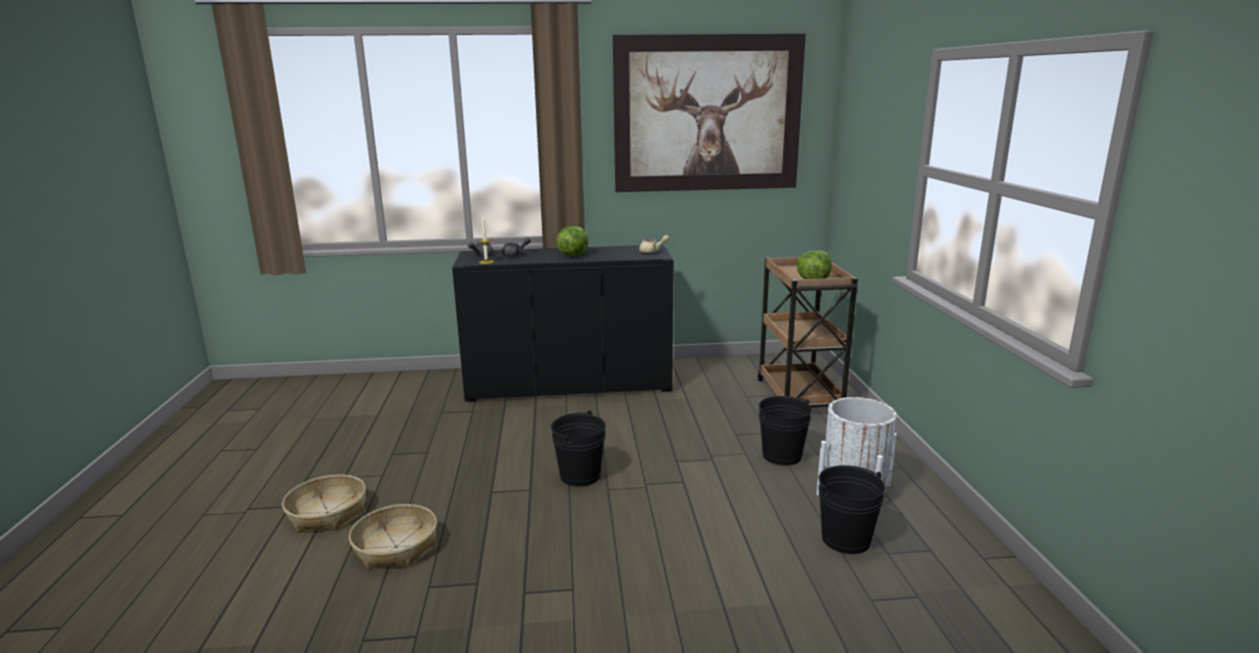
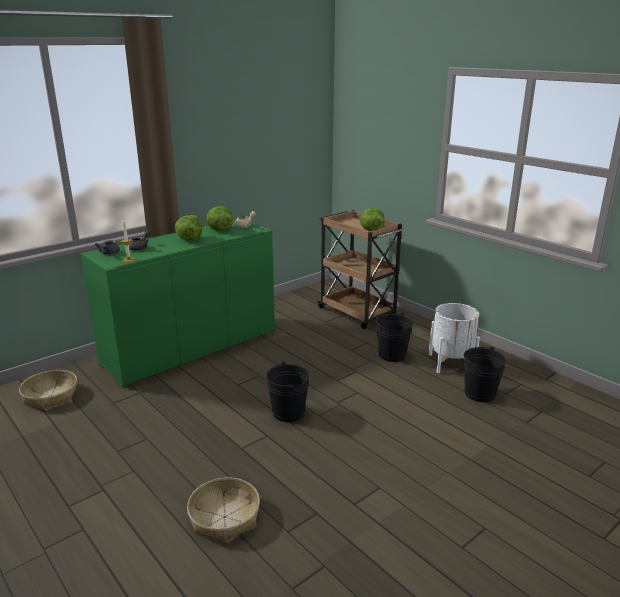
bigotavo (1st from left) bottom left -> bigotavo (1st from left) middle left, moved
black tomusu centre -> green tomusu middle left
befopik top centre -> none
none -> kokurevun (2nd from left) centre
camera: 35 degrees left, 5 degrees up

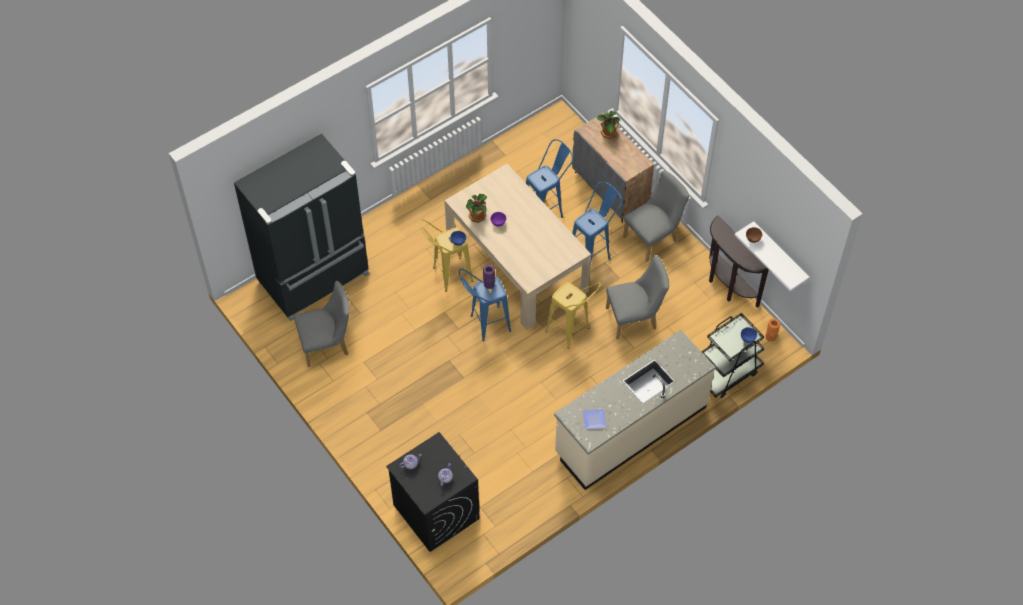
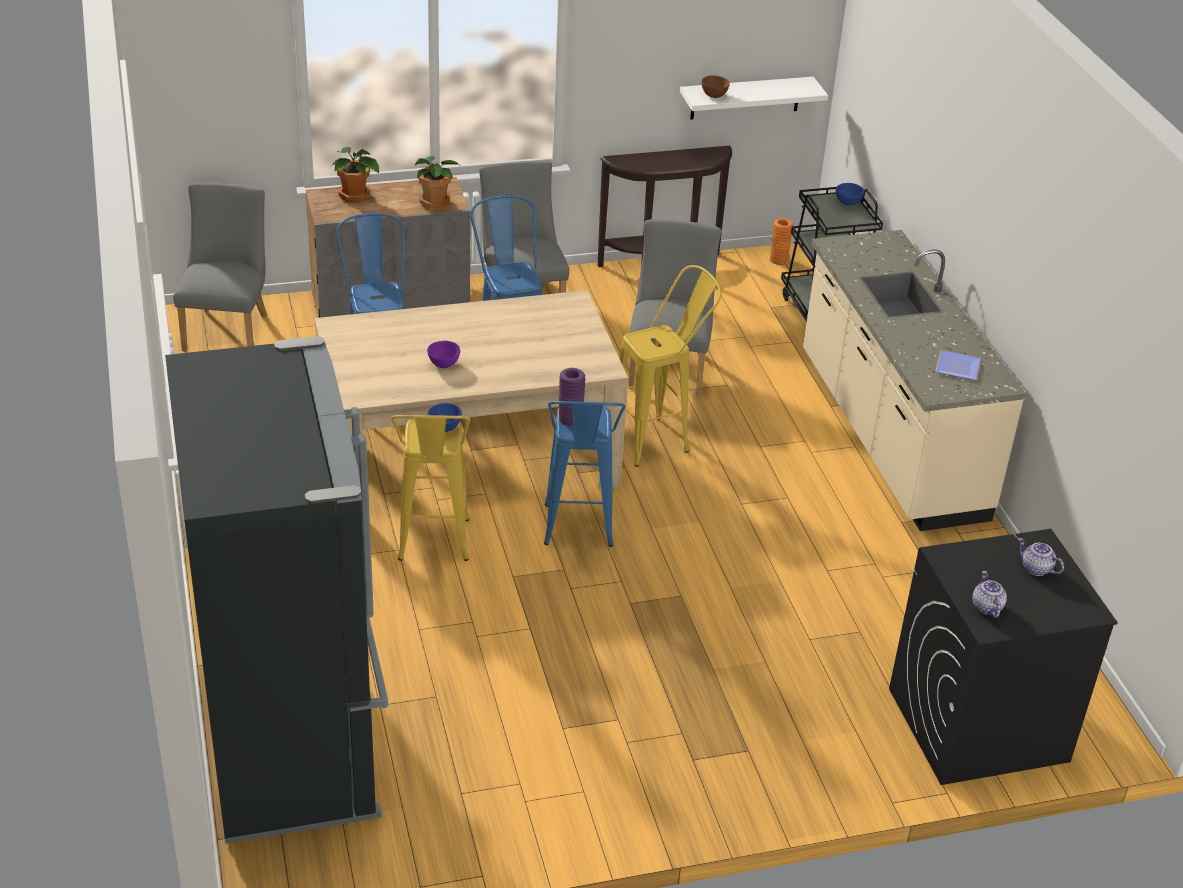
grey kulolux (1st from left) middle left -> grey kulolux (1st from left) top left, moved
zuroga (1st from left in the first image) centre -> zuroga (2nd from left) top centre, moved
camera: 70 degrees left, 20 degrees down

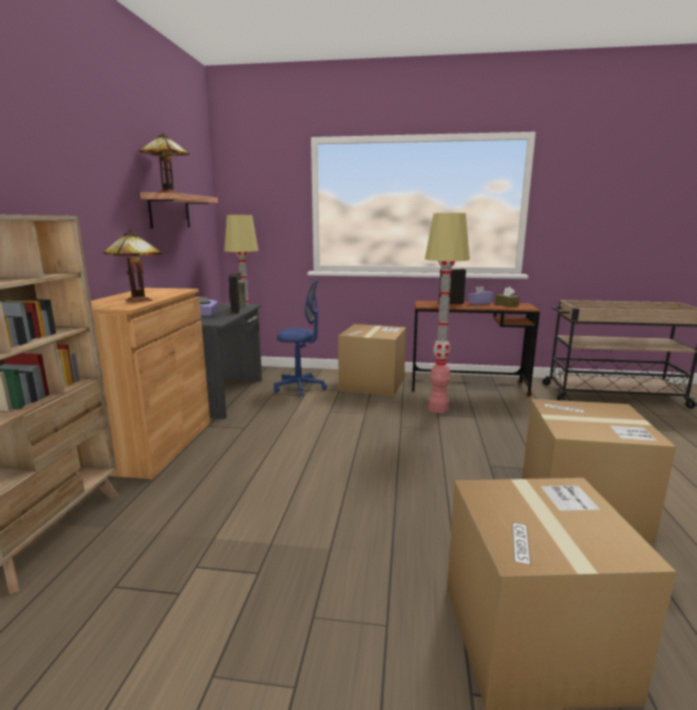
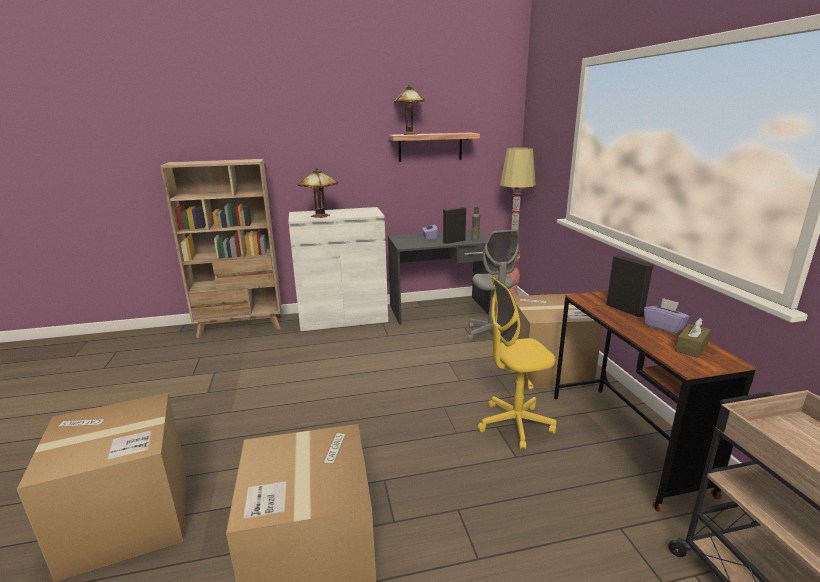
brown tomusu middle left -> white tomusu centre
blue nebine centre -> grey nebine centre
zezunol (2nd from left) centre -> yellow nebine centre
camera: 70 degrees right, 5 degrees up

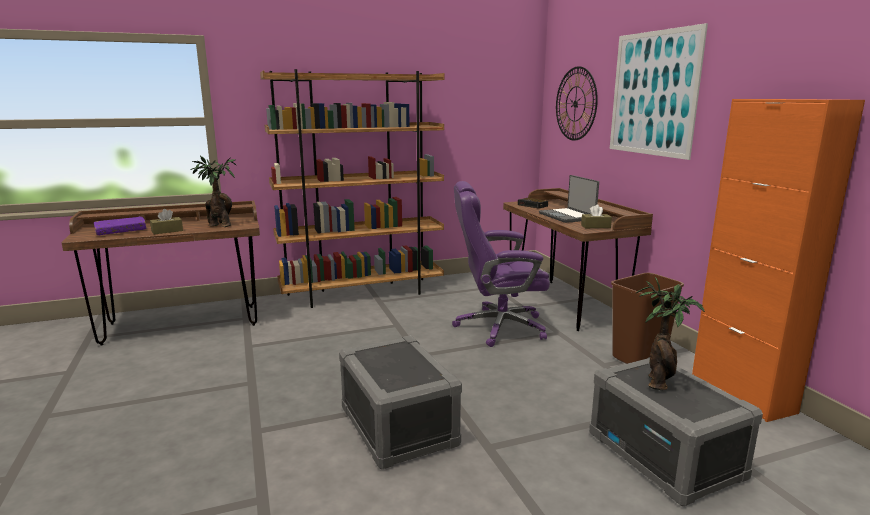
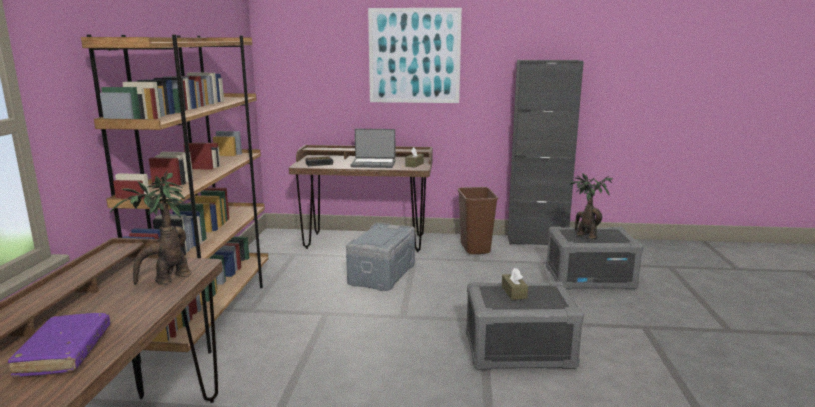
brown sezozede (1st from left in the first image) middle left -> brown sezozede (2nd from left) bottom centre, moved
purple nebine centre -> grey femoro (1st from left) centre
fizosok top centre -> none
orange tomusu middle right -> black tomusu middle right
camera: 65 degrees left, 0 degrees up

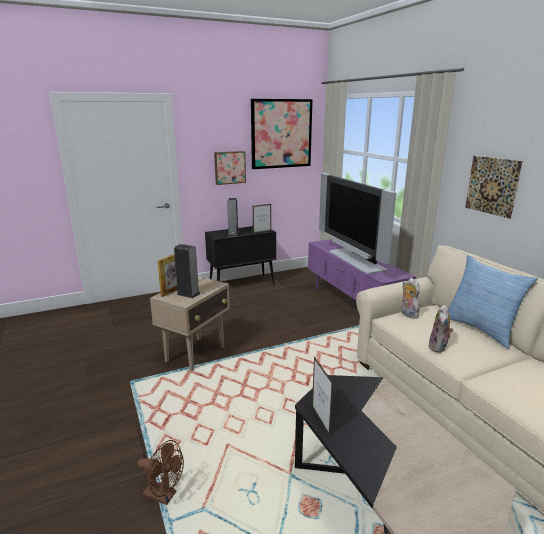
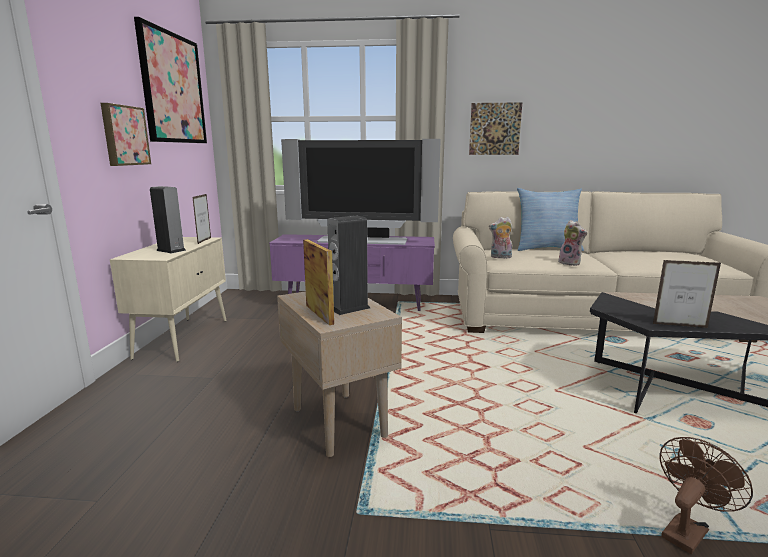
black tomusu centre -> beige tomusu middle left
camera: 60 degrees left, 5 degrees down

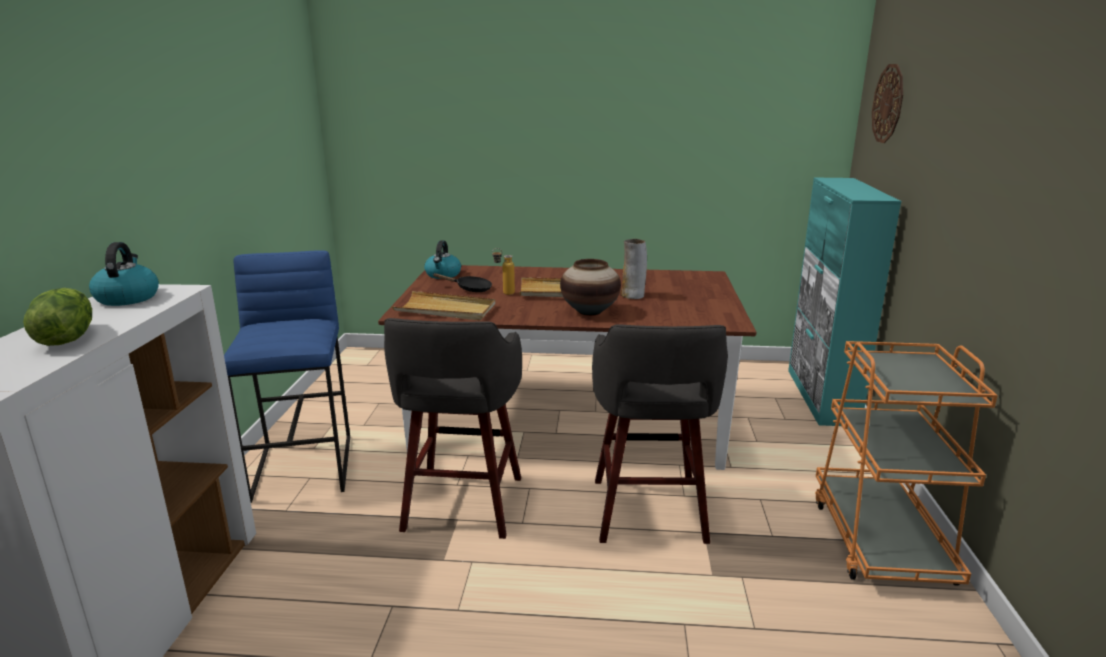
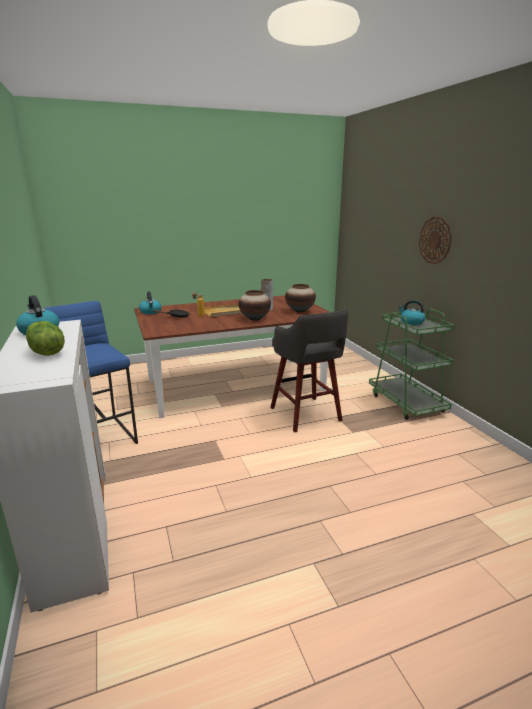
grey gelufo (1st from left) centre -> none
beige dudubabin (1st from left) centre -> none
turquoise tomusu middle right -> none
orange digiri bottom right -> green digiri middle right
fizosok top right -> fizosok middle right, moved
none -> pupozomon (3rd from left) centre
none -> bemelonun (3rd from left) middle right
camera: 25 degrees left, 0 degrees up

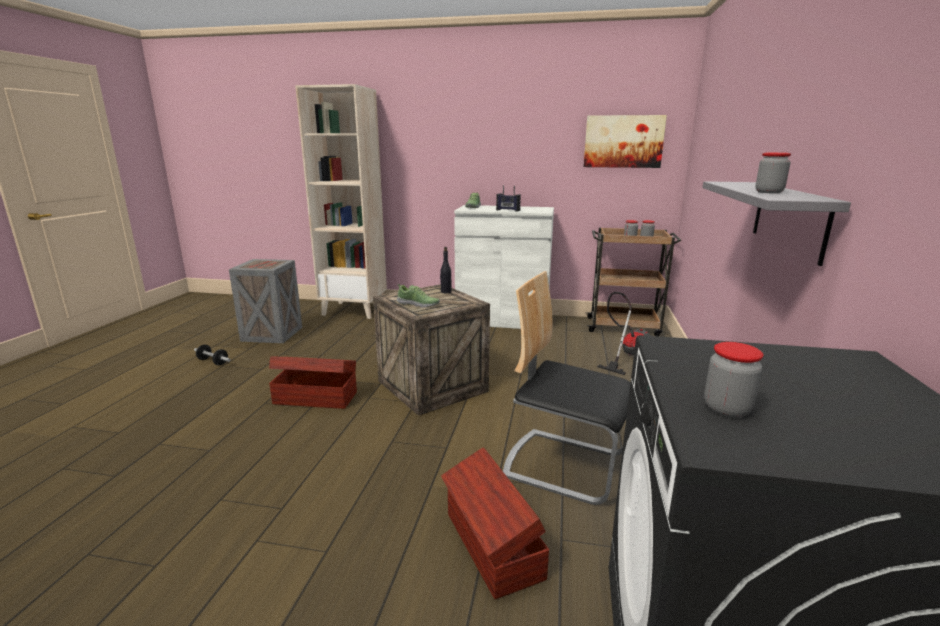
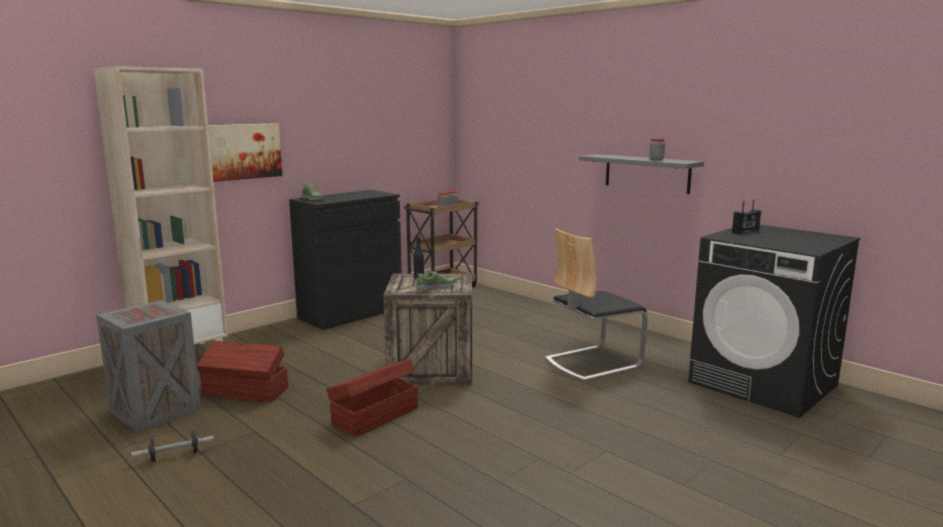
brown femoro (2nd from left in the first image) bottom centre -> brown femoro (1st from left) bottom left, moved
white tomusu centre -> black tomusu centre
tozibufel top centre -> tozibufel middle right, moved
befopik top centre -> befopik top left, moved
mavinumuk centre -> none
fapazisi (3rd from left) middle right -> none
camera: 55 degrees left, 5 degrees down

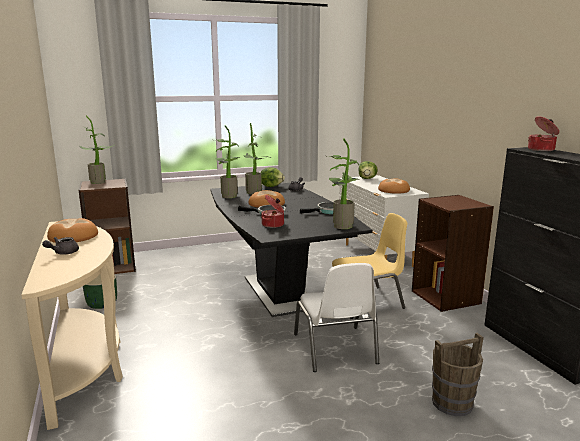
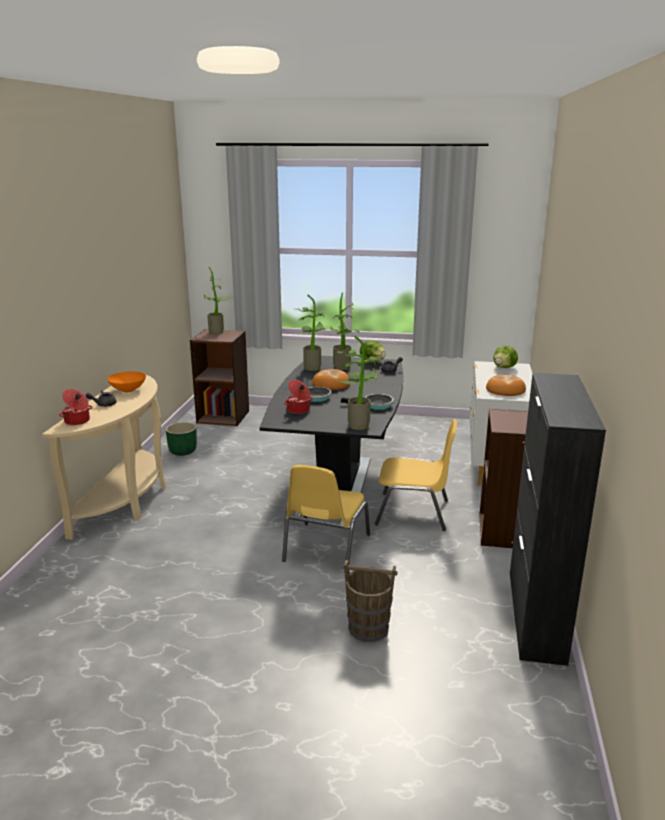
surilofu (1st from left) middle left -> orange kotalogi middle left
white kulolux bottom centre -> yellow kulolux (1st from left) centre
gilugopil (2nd from left in the first image) top right -> gilugopil (1st from left) middle left, moved
camera: 30 degrees right, 5 degrees up

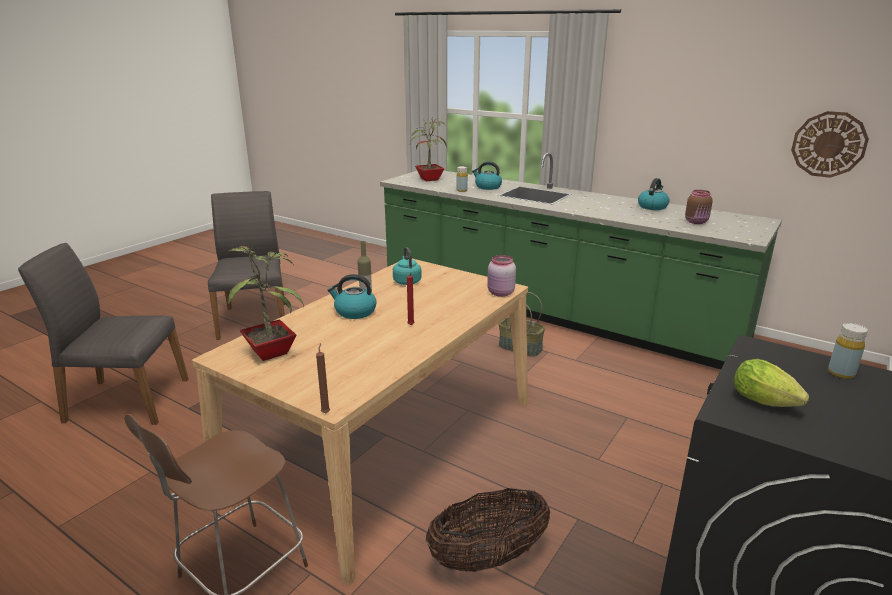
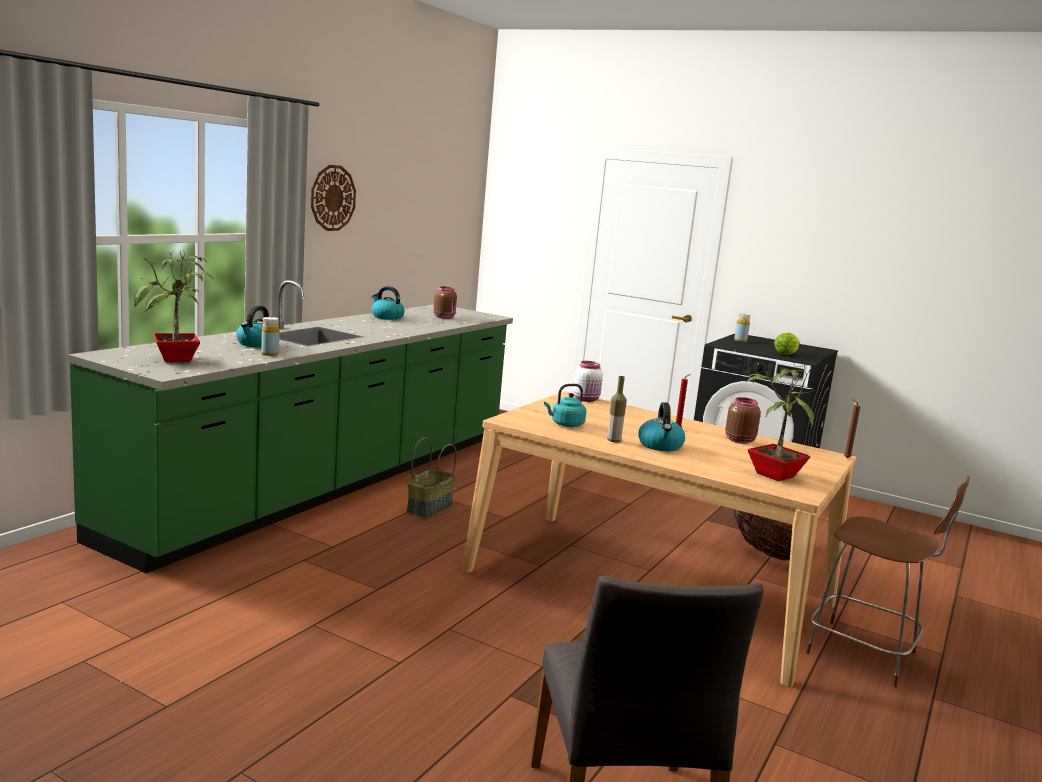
grey kulolux (2nd from left) middle left -> none
pink fapazisi centre -> white fapazisi centre
fizosok top right -> fizosok top left, moved
none -> brown fapazisi (2nd from left) middle right
camera: 95 degrees left, 10 degrees down

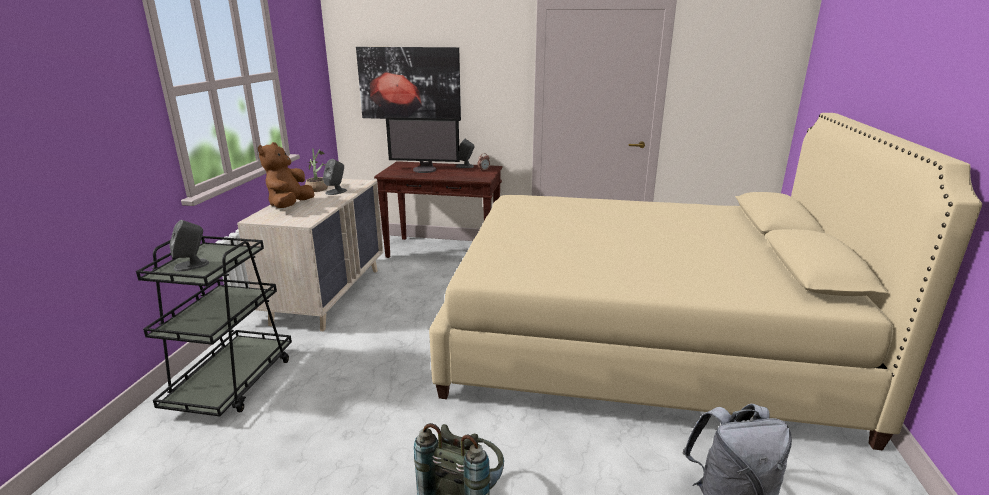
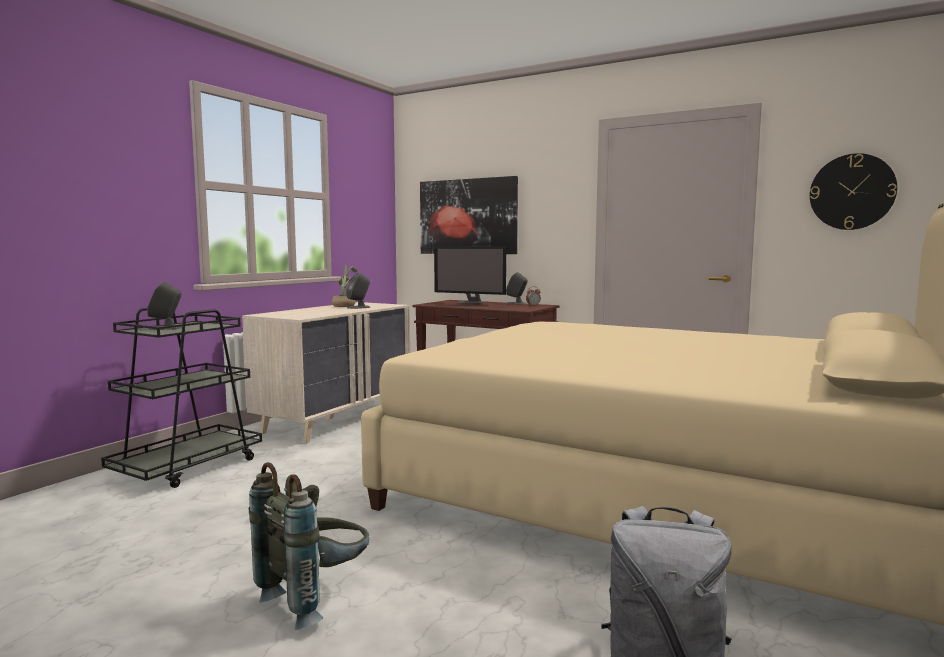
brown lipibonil middle left -> none
none -> fizosok top right
camera: 20 degrees right, 15 degrees down

